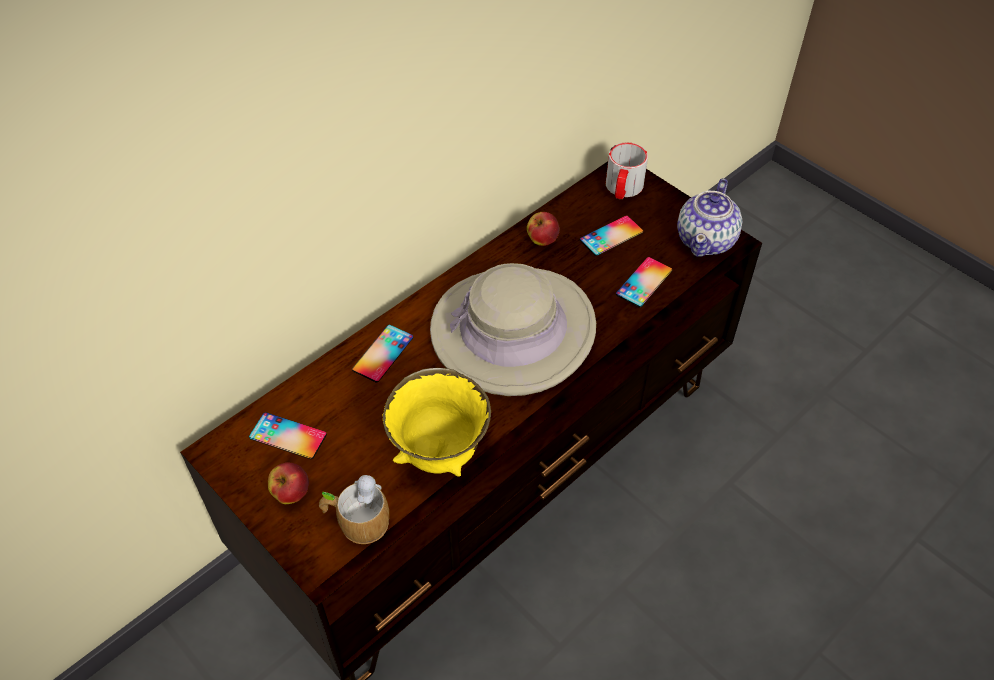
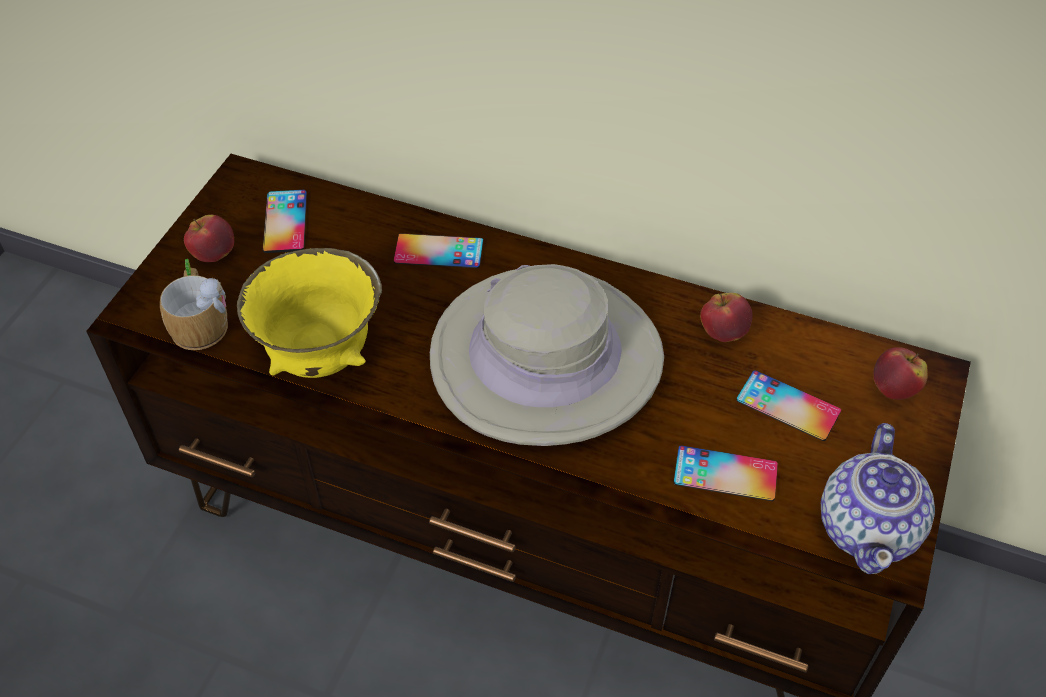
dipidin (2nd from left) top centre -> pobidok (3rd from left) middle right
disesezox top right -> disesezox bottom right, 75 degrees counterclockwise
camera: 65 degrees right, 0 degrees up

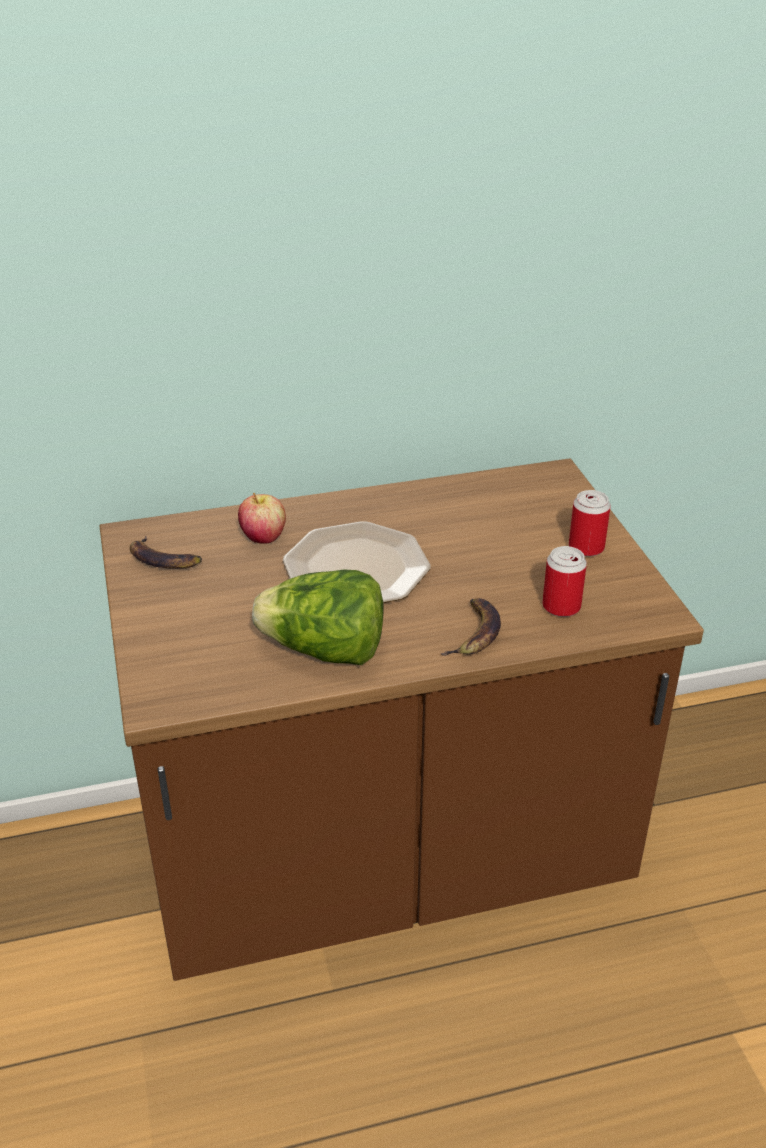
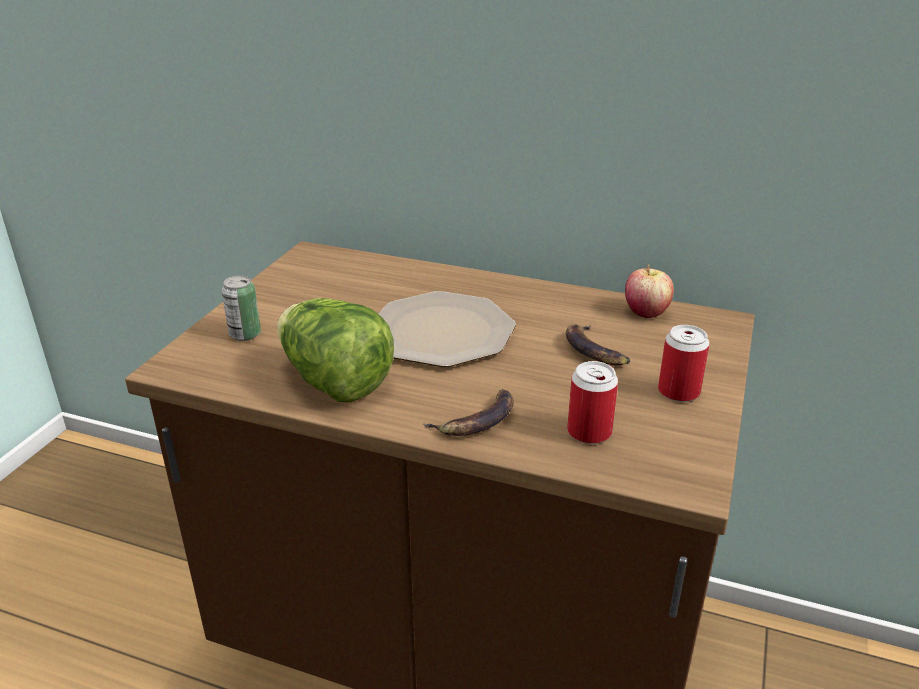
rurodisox (1st from left in the first image) middle left -> rurodisox (2nd from left) centre, moved
pobidok centre -> pobidok middle right, moved
none -> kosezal (1st from left) middle left
camera: 35 degrees right, 5 degrees down

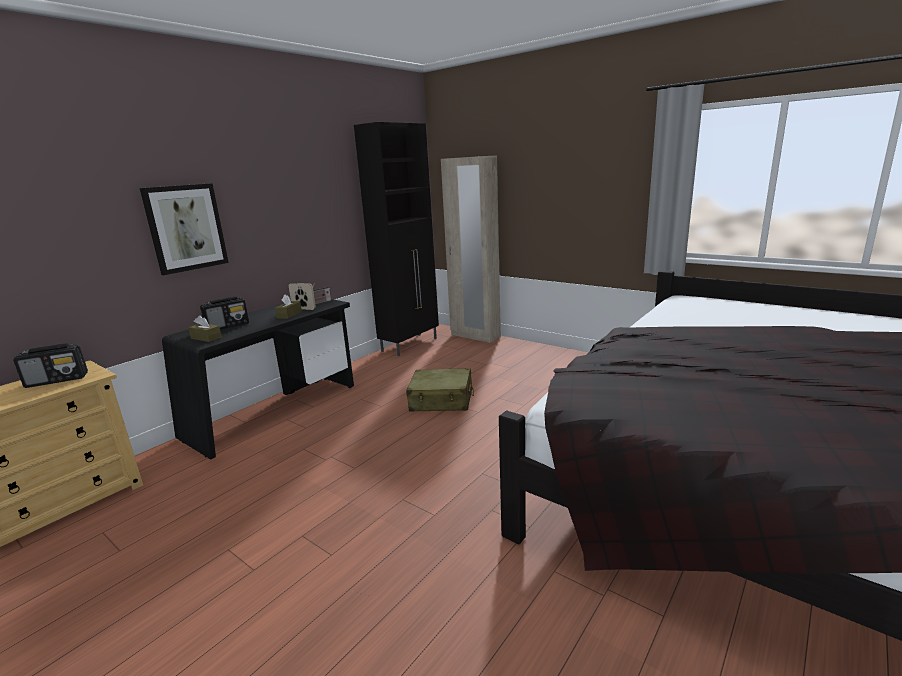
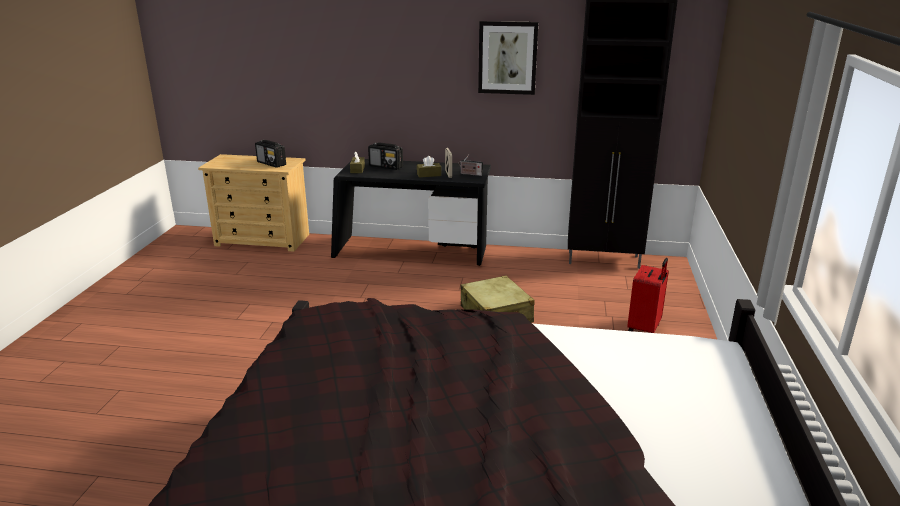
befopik middle left -> befopik top centre, moved
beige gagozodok centre -> none
none -> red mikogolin middle right
camera: 60 degrees right, 5 degrees up

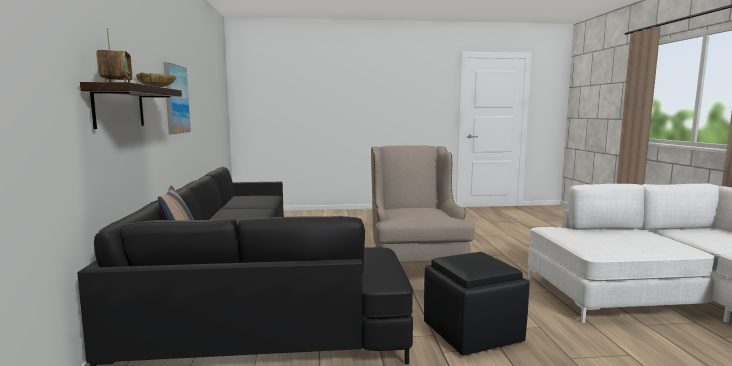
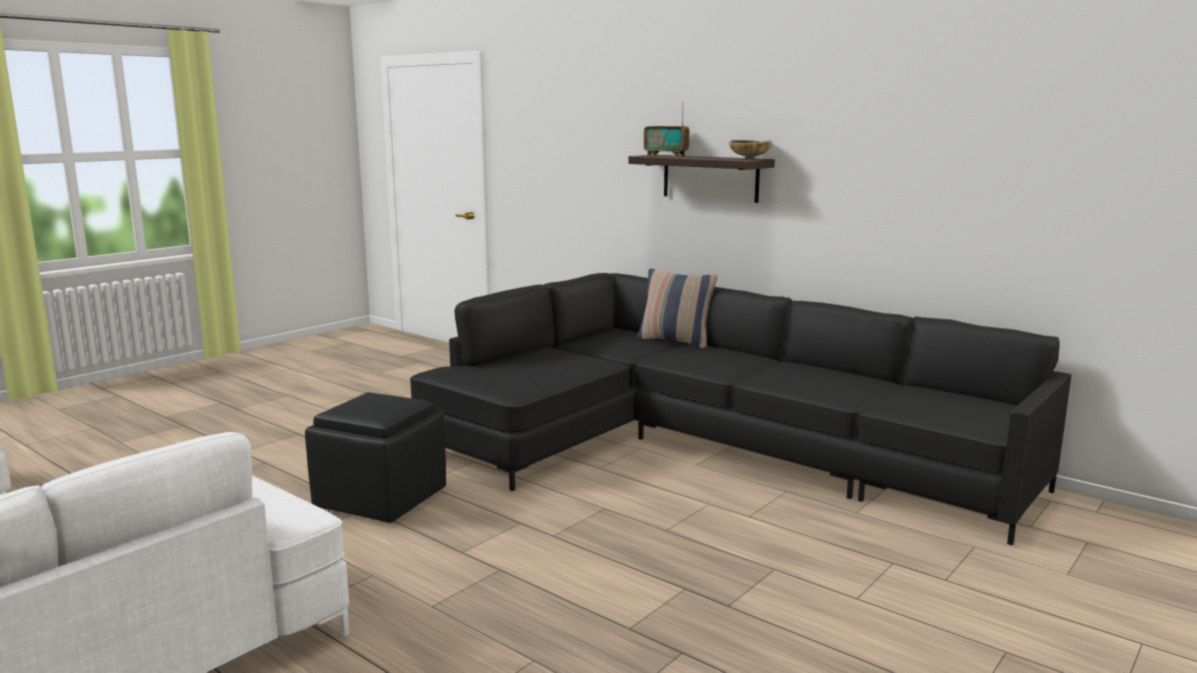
befopik top left -> none
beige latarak centre -> none
camera: 135 degrees right, 5 degrees up

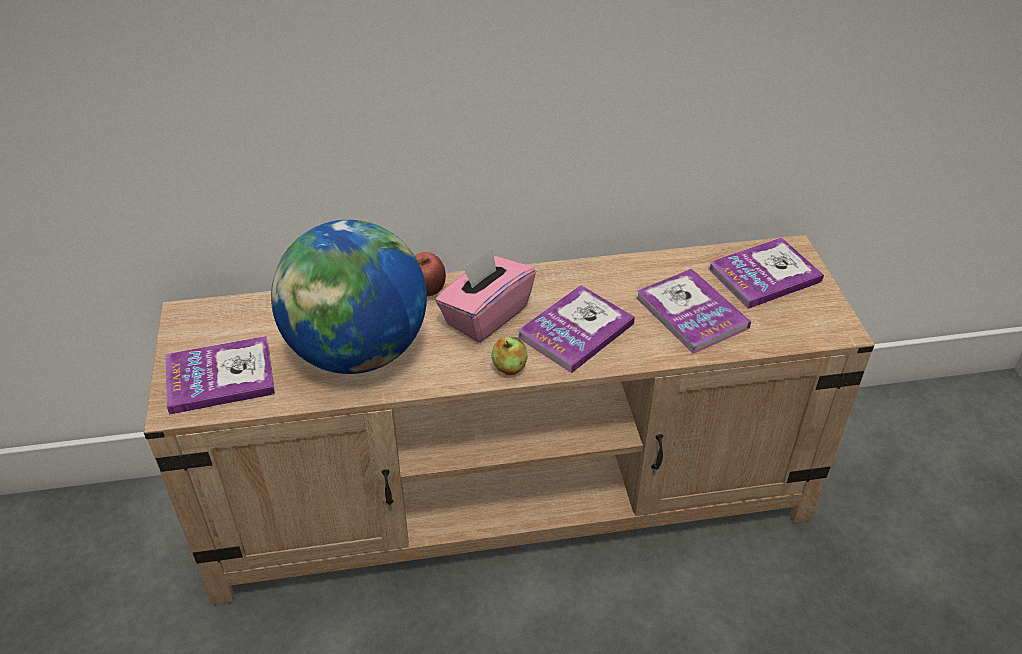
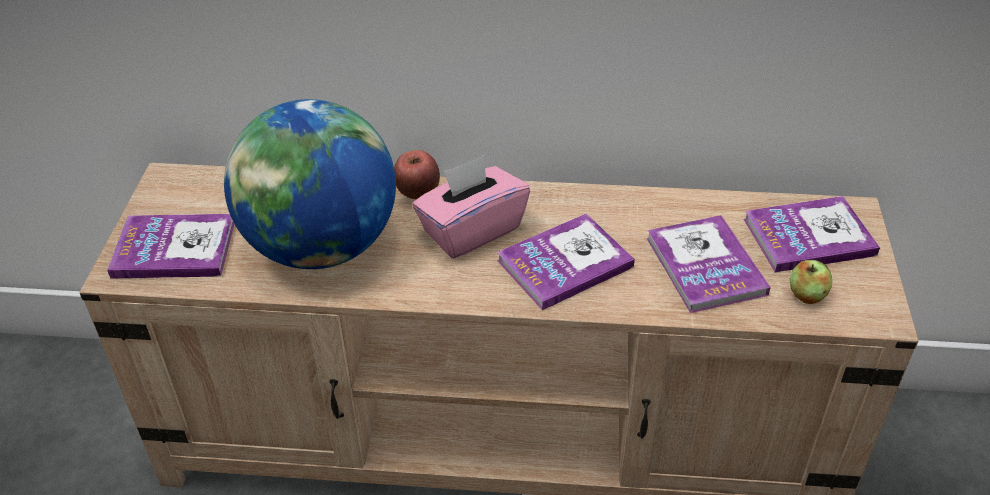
pobidok (2nd from left) centre -> pobidok (2nd from left) middle right, moved
camera: 15 degrees right, 0 degrees up

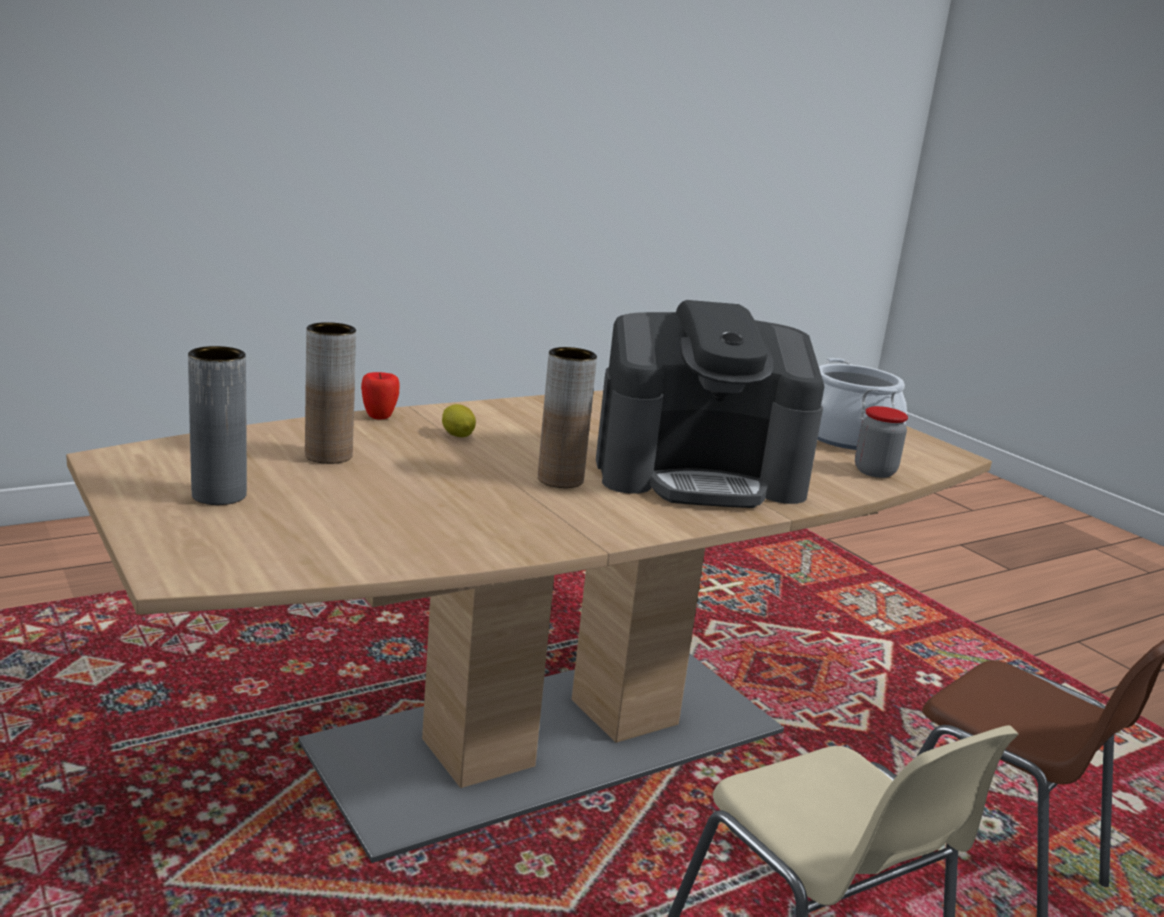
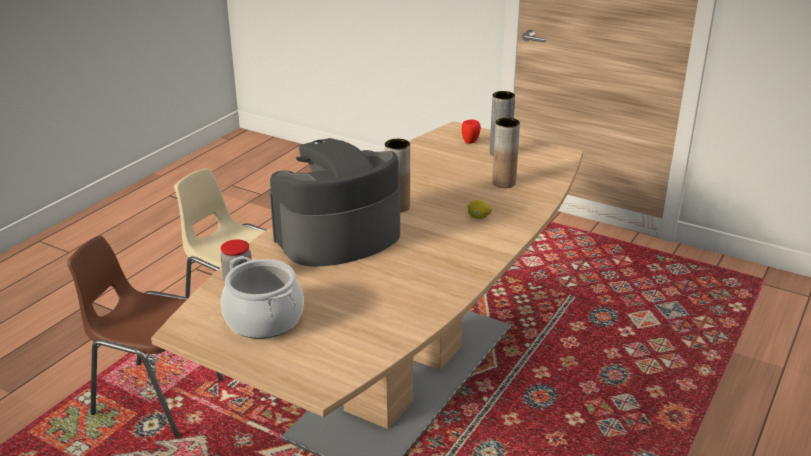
pobidok middle left -> pobidok top centre, moved
camera: 155 degrees right, 10 degrees up

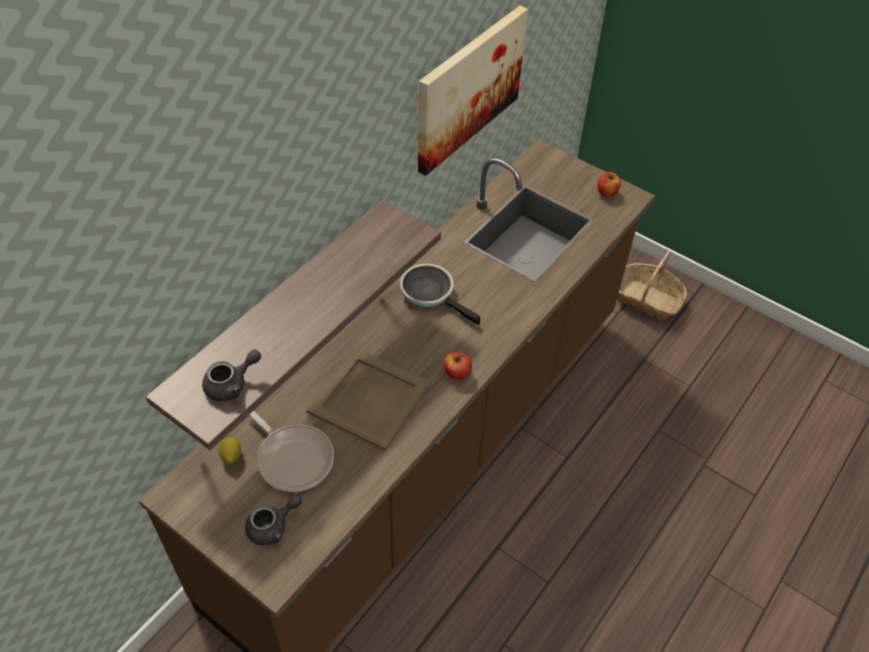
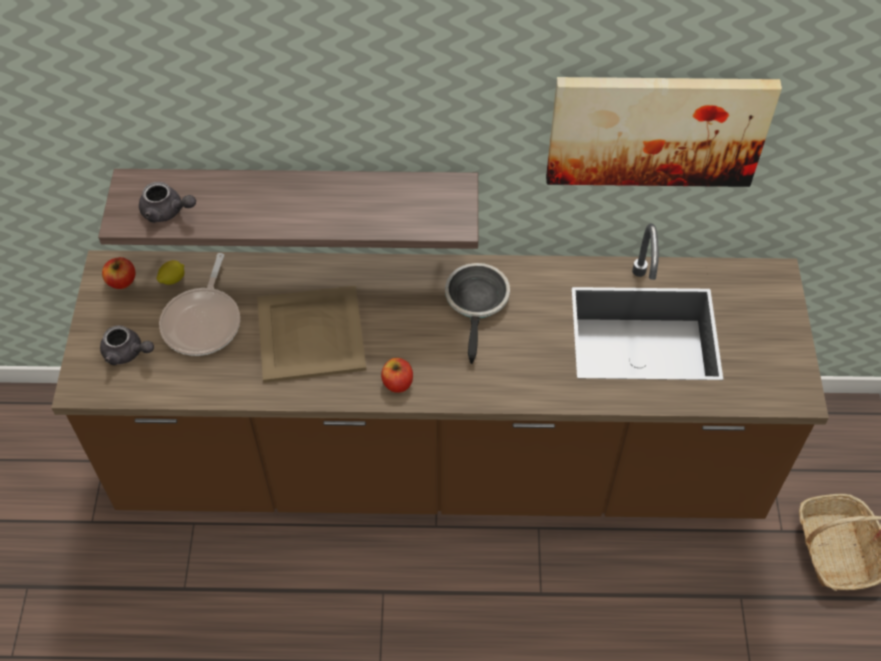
pobidok (2nd from left in the first image) top right -> pobidok (1st from left) middle left, moved
camera: 55 degrees right, 5 degrees up

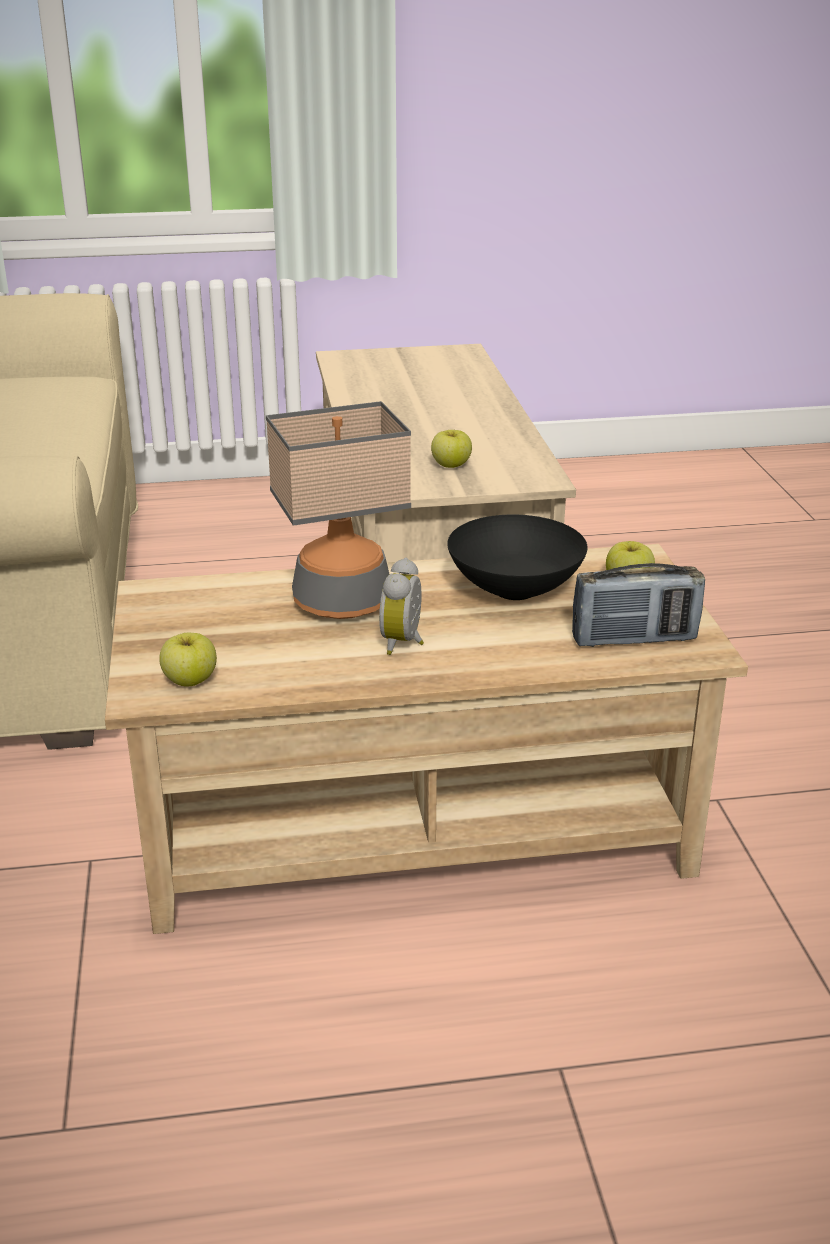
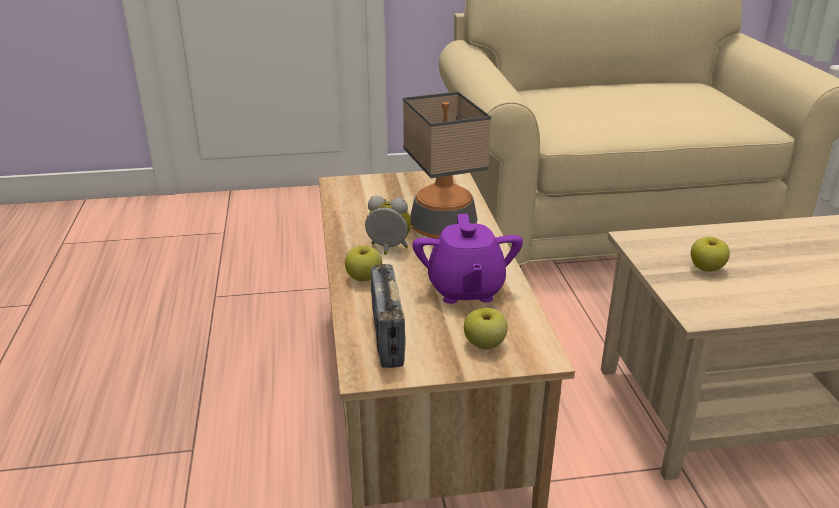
pobidok (1st from left) middle left -> pobidok (1st from left) centre, moved
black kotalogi centre -> purple disesezox centre
camera: 90 degrees right, 0 degrees up

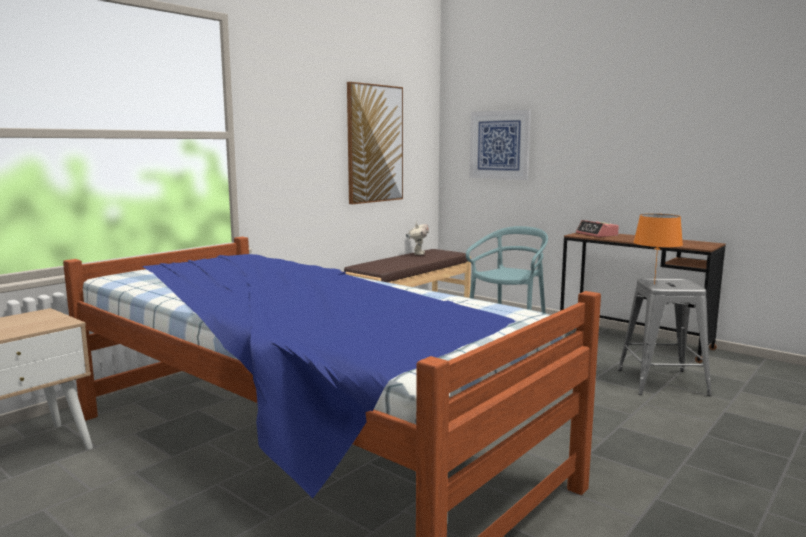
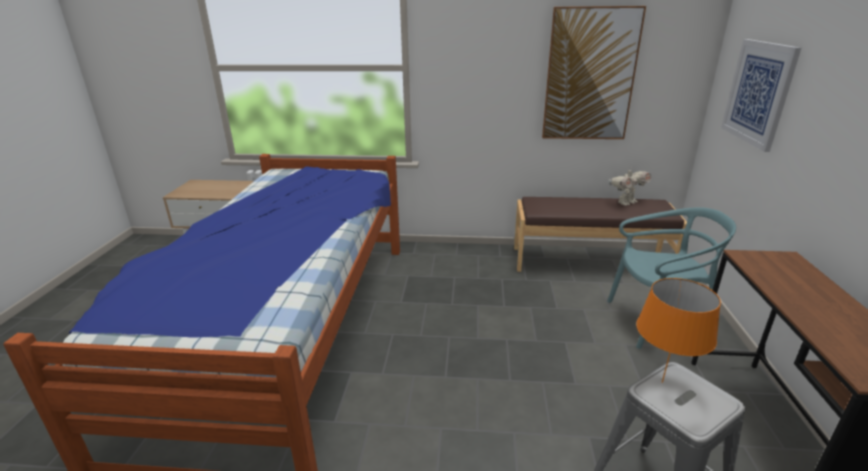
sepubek middle right -> none
camera: 55 degrees right, 15 degrees up

